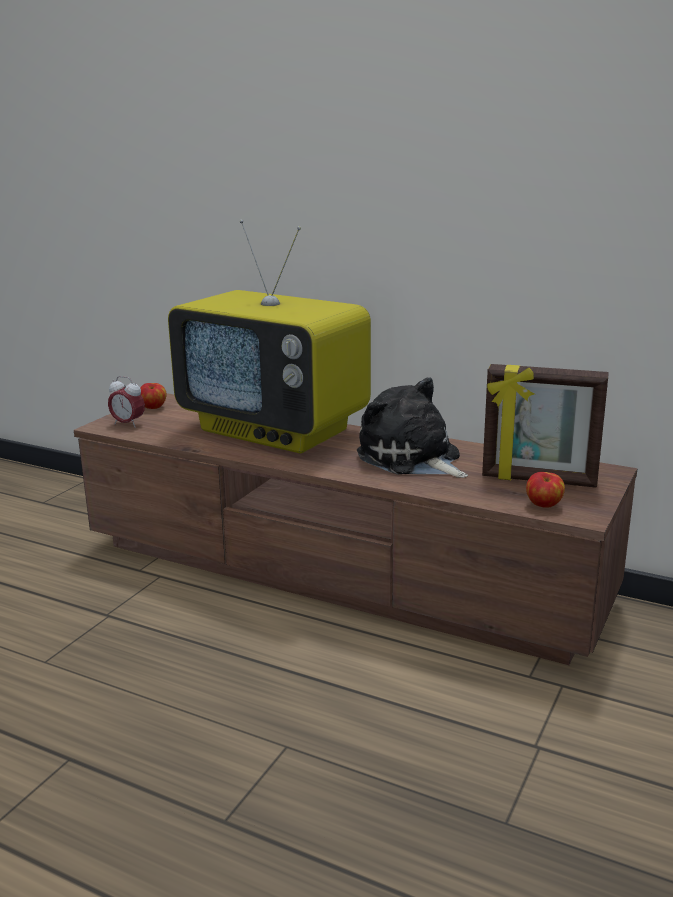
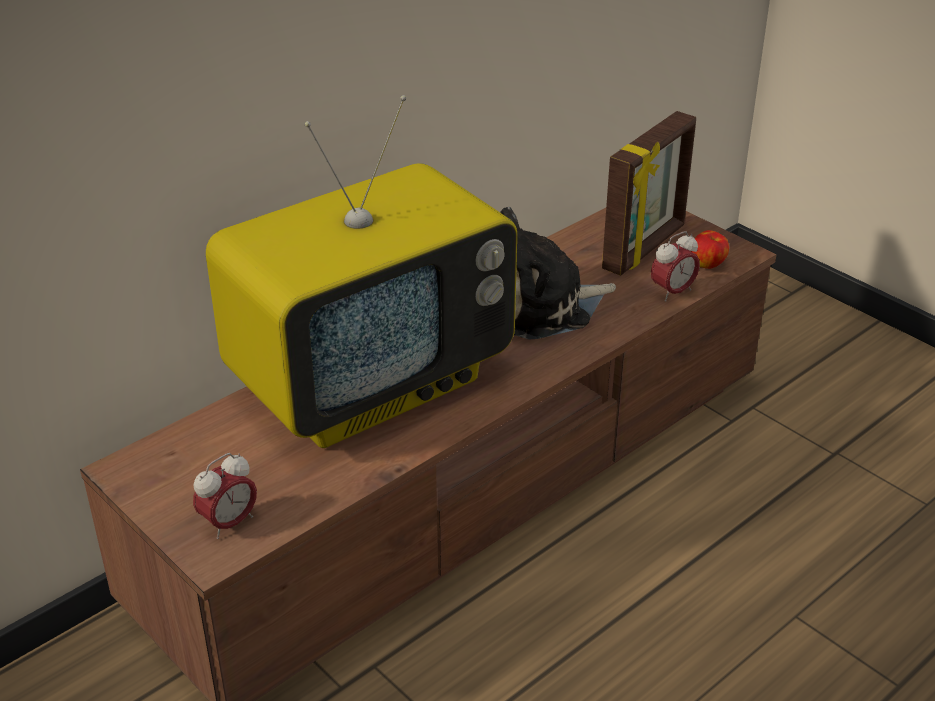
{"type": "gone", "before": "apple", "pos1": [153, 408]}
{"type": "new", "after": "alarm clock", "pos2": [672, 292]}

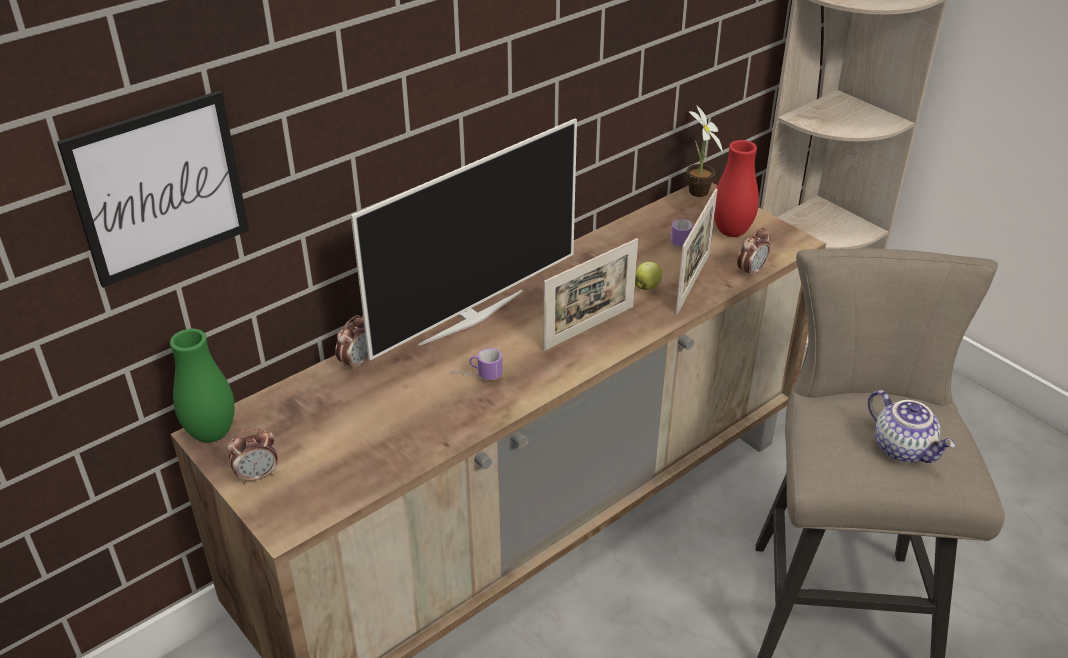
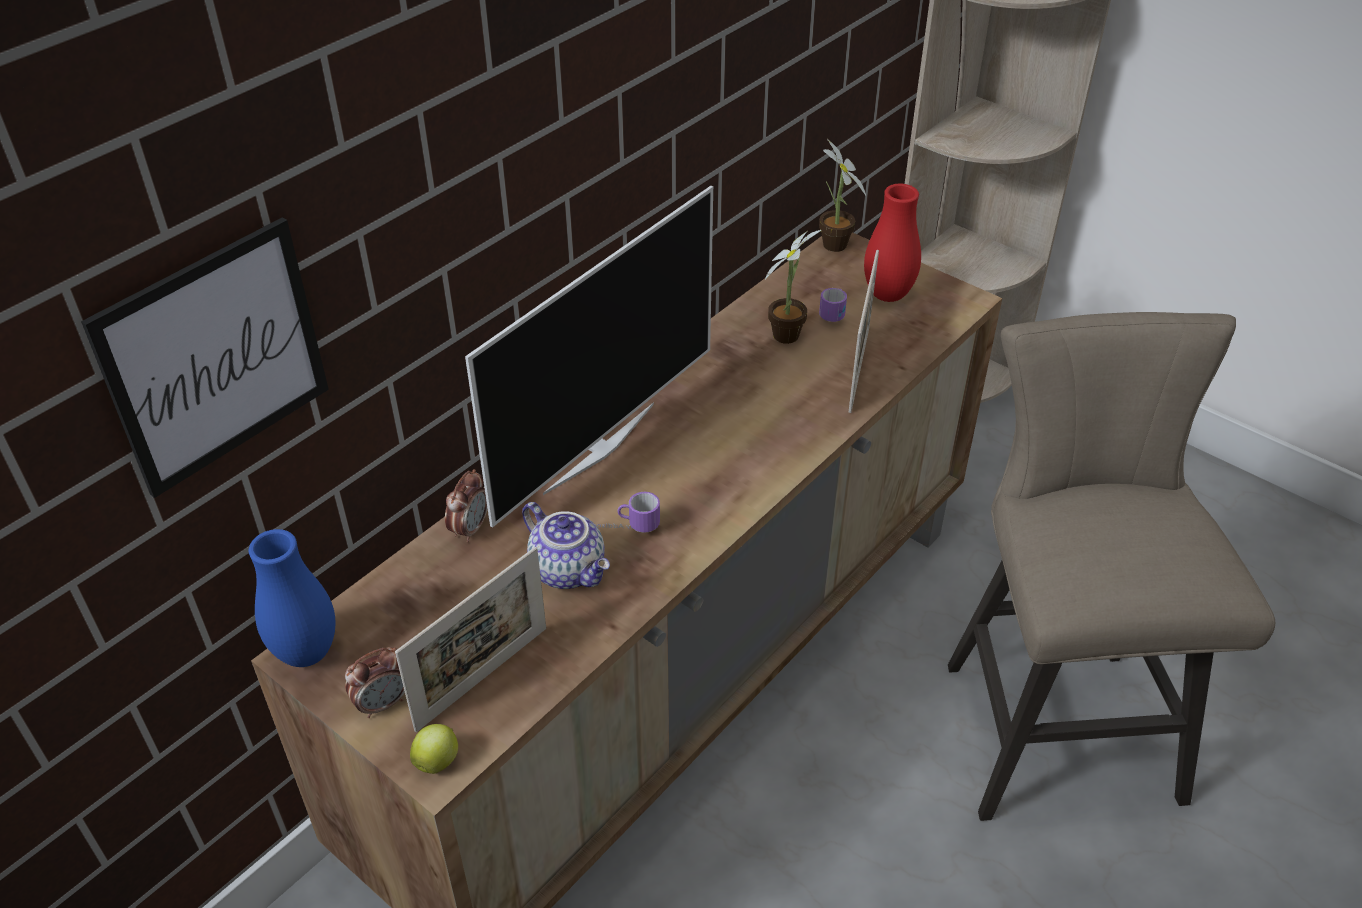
{"type": "repainted", "before": "green vase", "after": "blue vase", "pos1": [212, 433], "pos2": [306, 653]}
{"type": "shifted", "before": "picture frame", "pos1": [589, 327], "pos2": [482, 678]}
{"type": "shifted", "before": "apple", "pos1": [647, 287], "pos2": [437, 760]}
{"type": "gone", "before": "alarm clock", "pos1": [751, 271]}
{"type": "shifted", "before": "teapot", "pos1": [904, 448], "pos2": [570, 569]}
{"type": "new", "after": "potted plant", "pos2": [788, 333]}

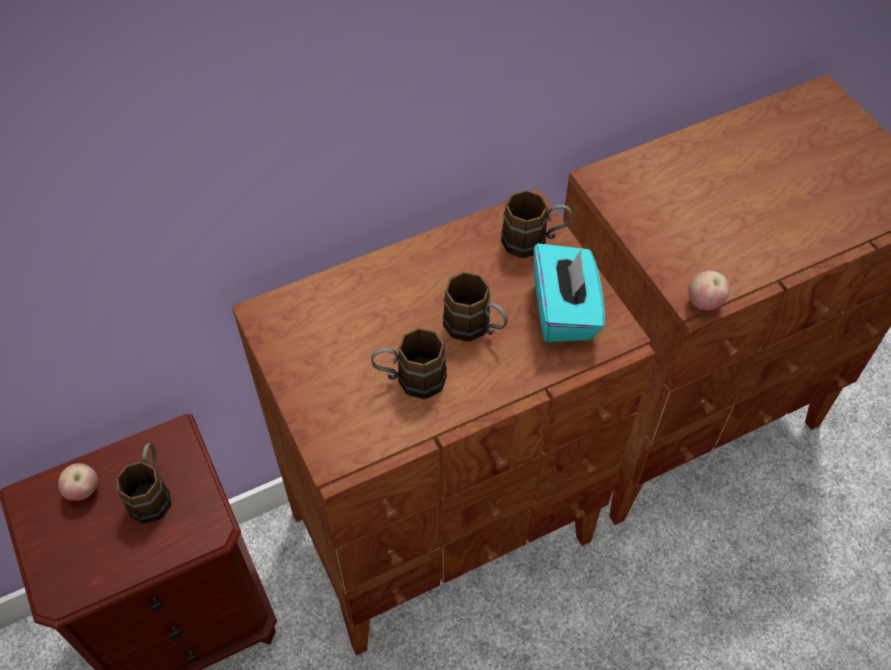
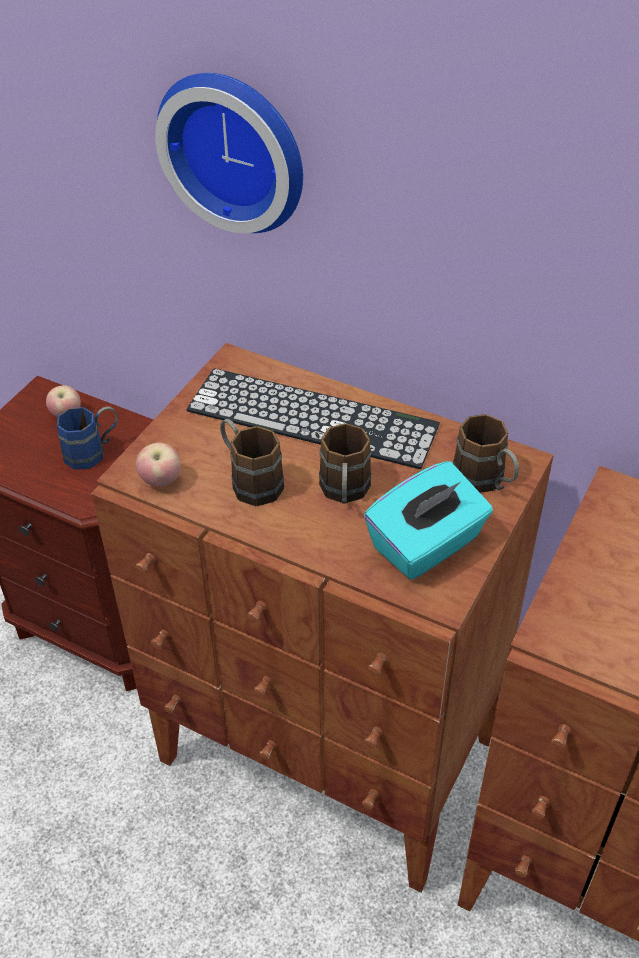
{"type": "repainted", "before": "brown mug", "after": "blue mug", "pos1": [152, 493], "pos2": [93, 452]}
{"type": "shifted", "before": "apple", "pos1": [704, 303], "pos2": [161, 481]}
{"type": "new", "after": "wall clock", "pos2": [236, 149]}
{"type": "new", "after": "keyboard", "pos2": [312, 417]}

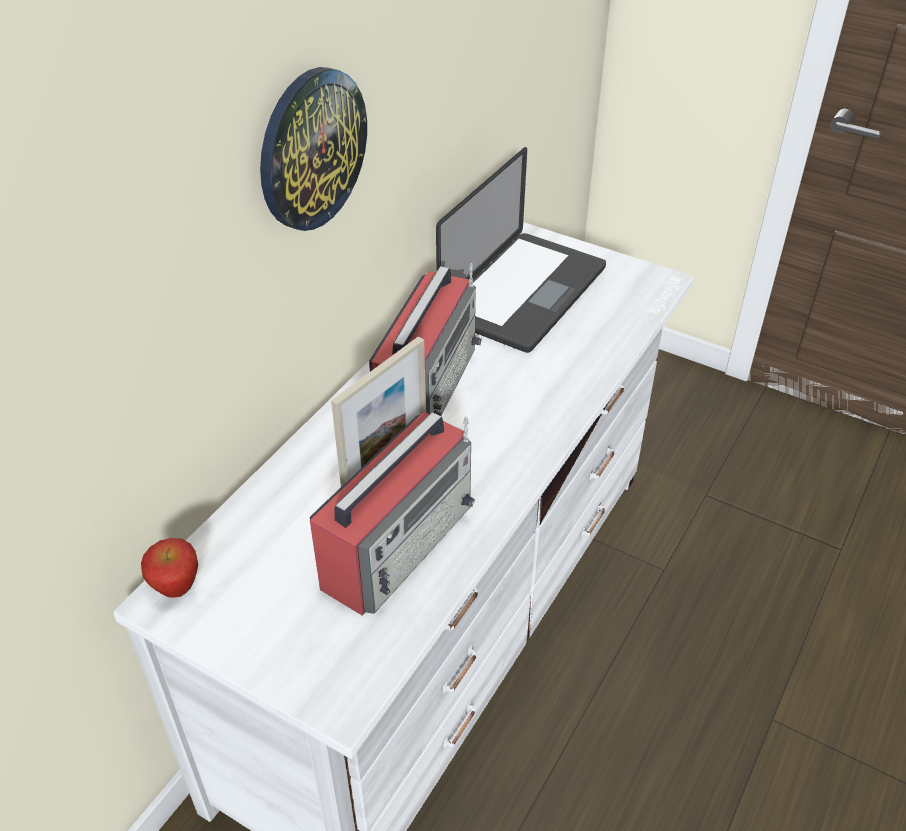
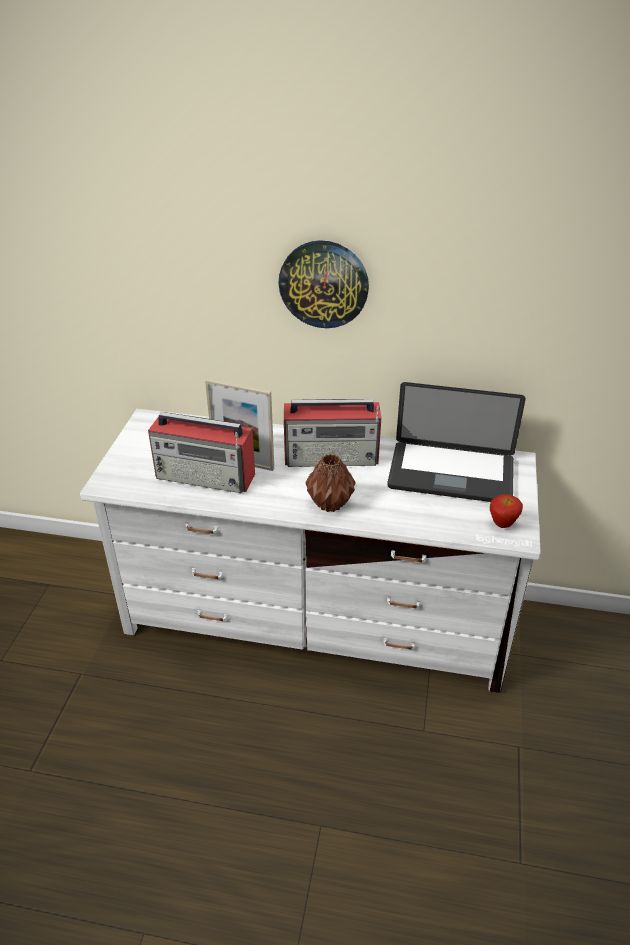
{"type": "shifted", "before": "apple", "pos1": [177, 588], "pos2": [502, 524]}
{"type": "new", "after": "brown vase", "pos2": [329, 504]}

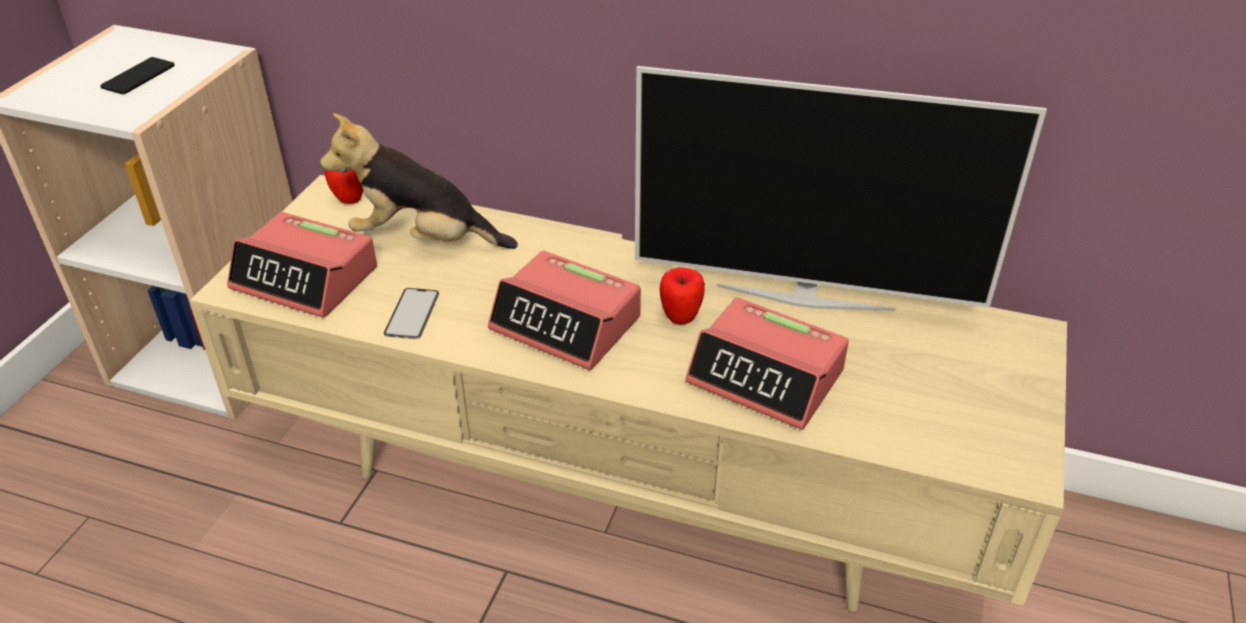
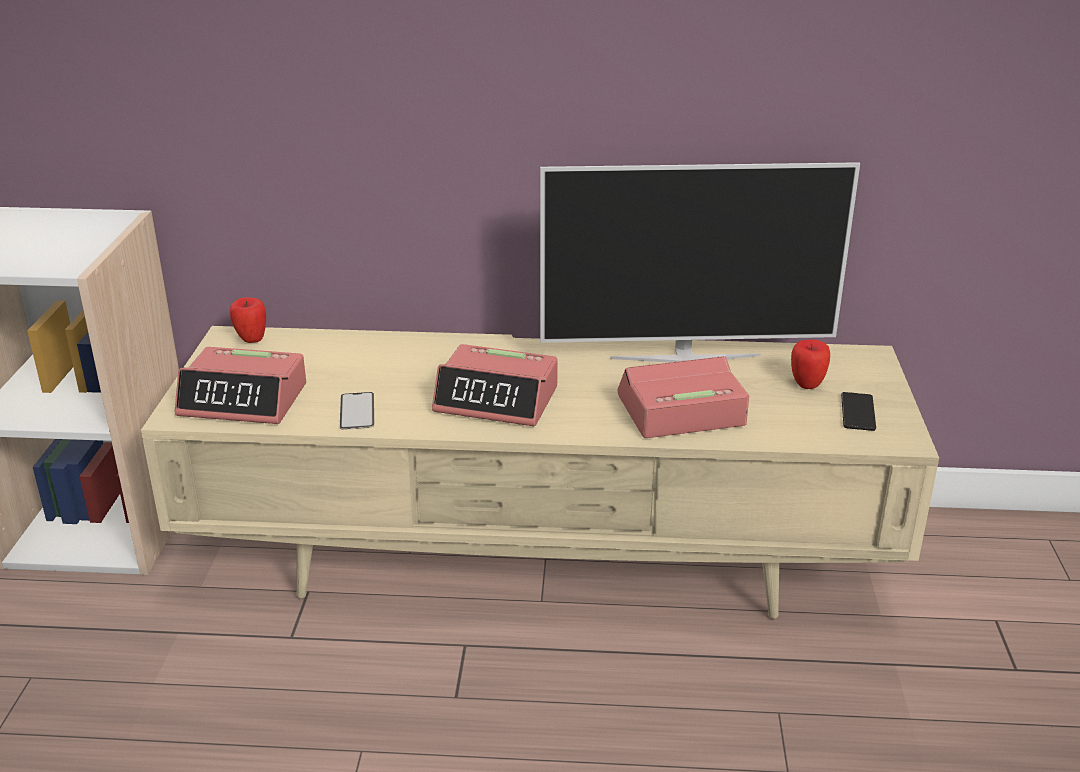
{"type": "shifted", "before": "phone", "pos1": [138, 77], "pos2": [858, 412]}
{"type": "gone", "before": "plush toy", "pos1": [423, 240]}
{"type": "shifted", "before": "apple", "pos1": [680, 317], "pos2": [807, 384]}
{"type": "rotated", "before": "alarm clock", "pos1": [766, 377], "pos2": [680, 411], "turn": 150}

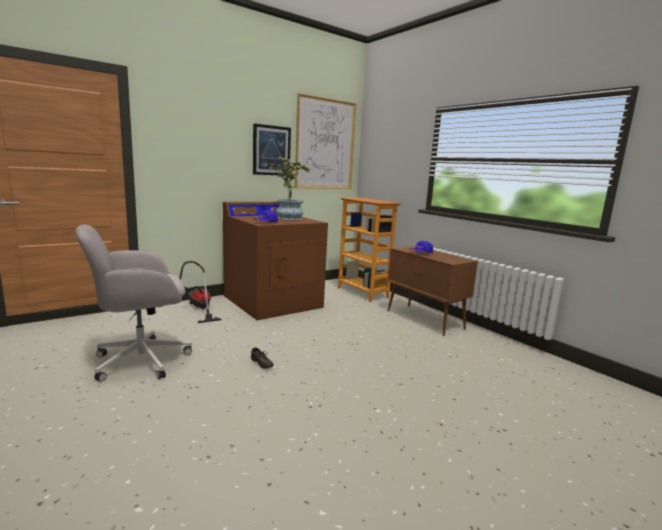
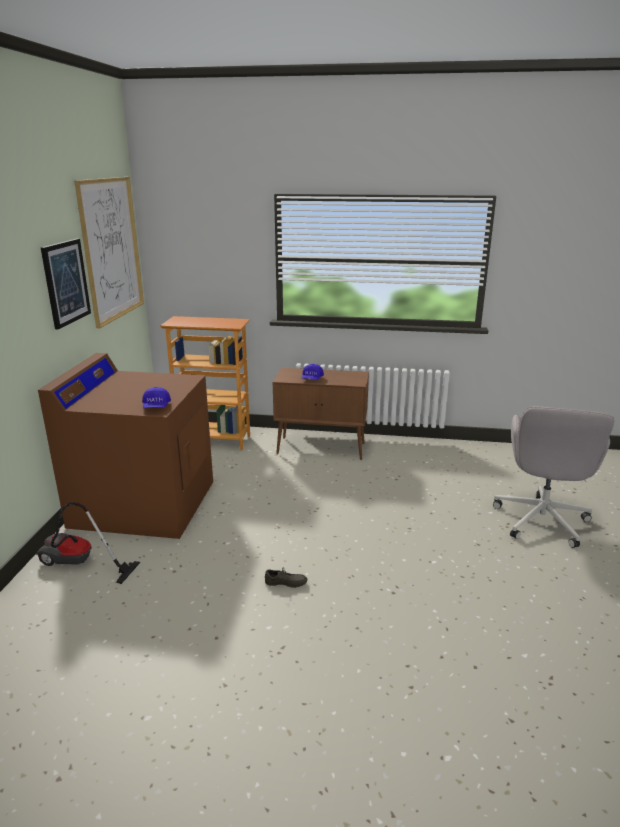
{"type": "shifted", "before": "grey office chair", "pos1": [140, 361], "pos2": [541, 521]}
{"type": "gone", "before": "potted plant", "pos1": [287, 217]}

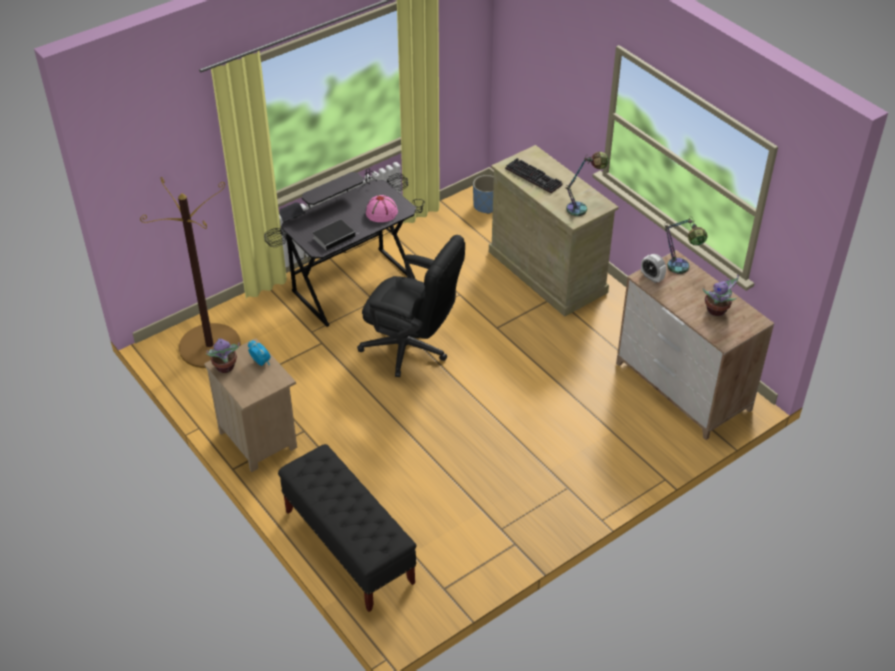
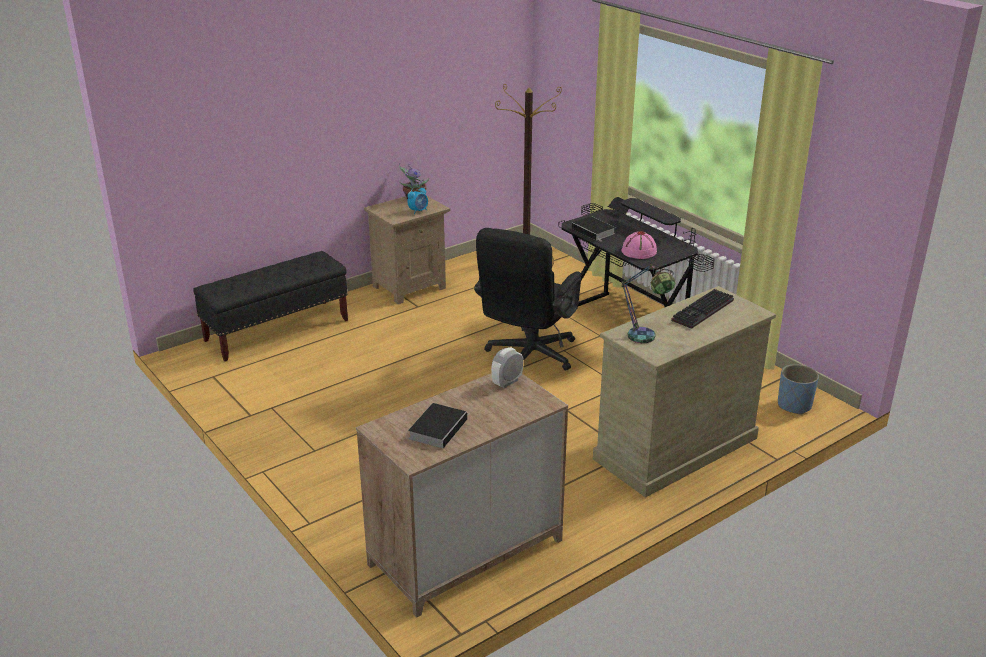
{"type": "gone", "before": "table lamp", "pos1": [680, 271]}
{"type": "swapped", "before": "potted plant", "after": "book", "pos1": [717, 311], "pos2": [438, 428]}

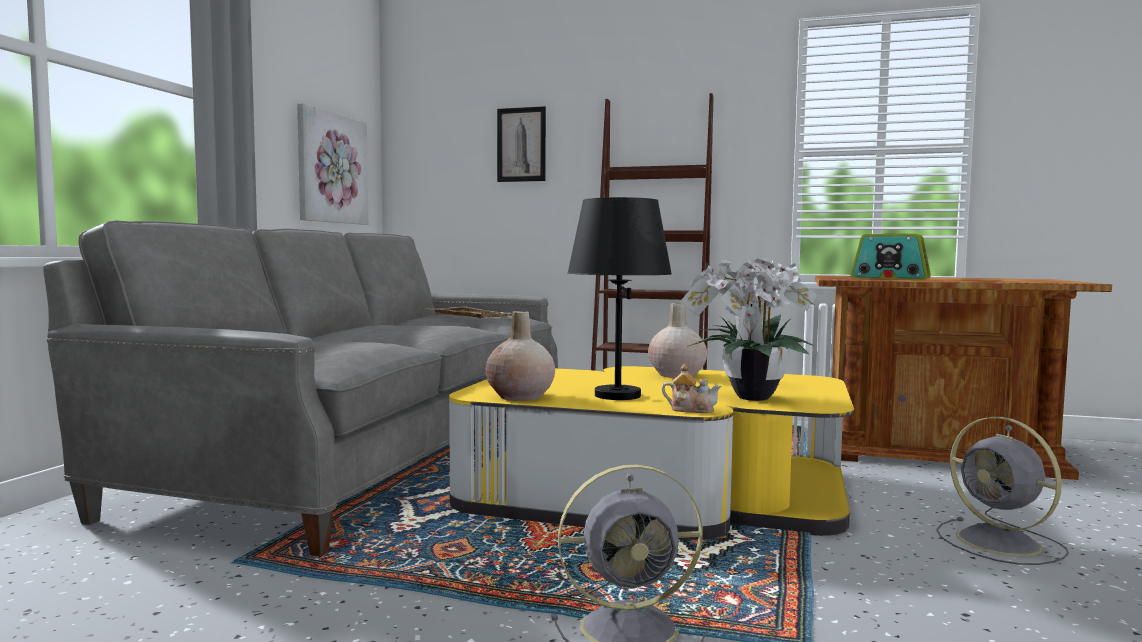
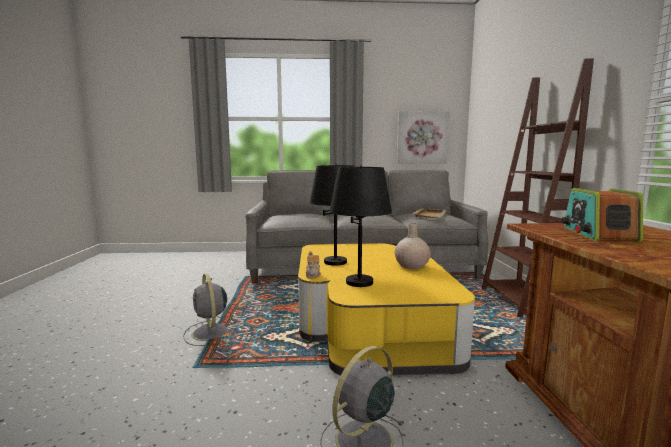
{"type": "gone", "before": "beige vase", "pos1": [520, 397]}
{"type": "gone", "before": "picture", "pos1": [521, 144]}
{"type": "swapped", "before": "potted plant", "after": "black table lamp", "pos1": [748, 397], "pos2": [360, 282]}

